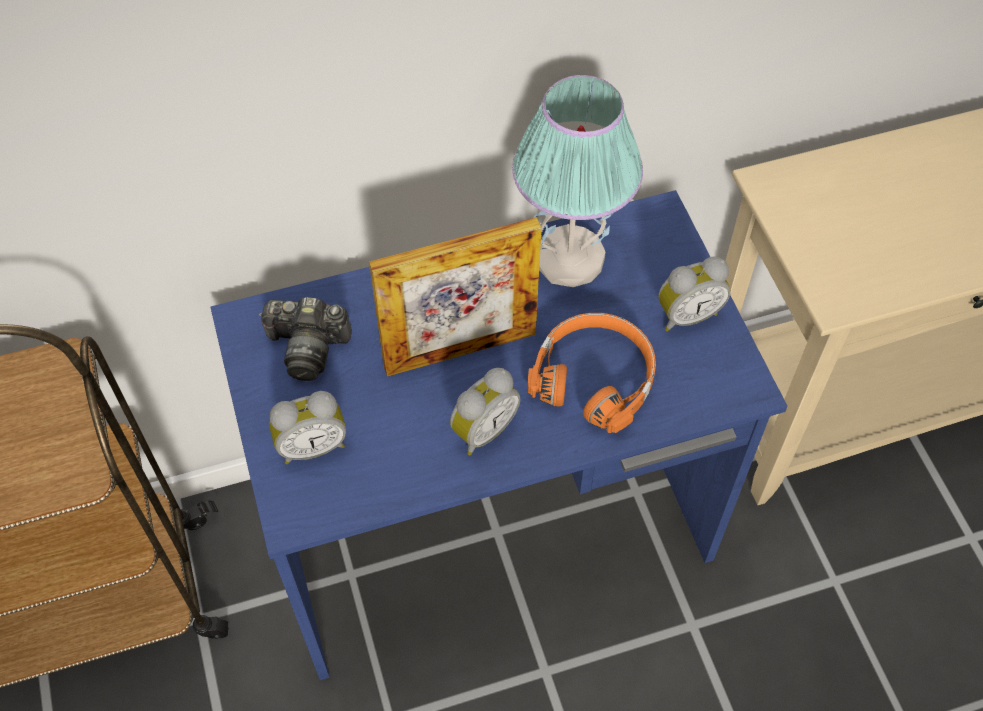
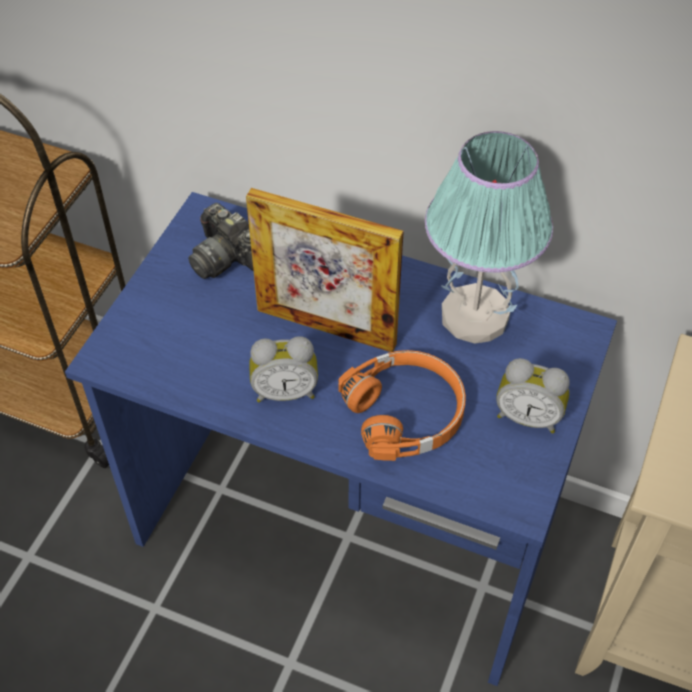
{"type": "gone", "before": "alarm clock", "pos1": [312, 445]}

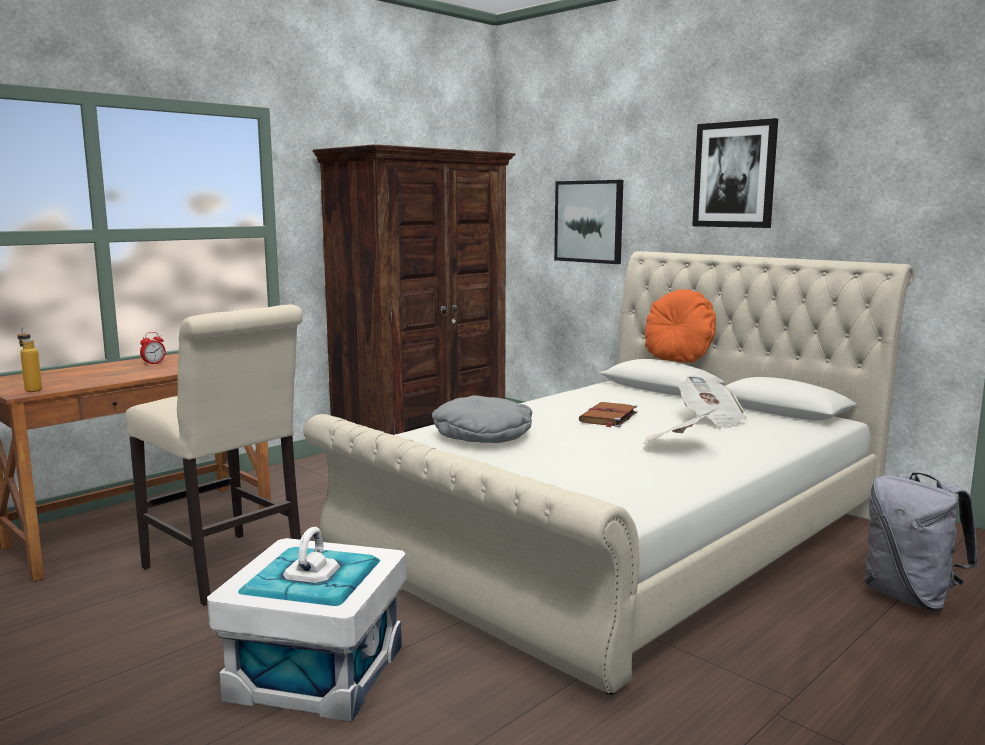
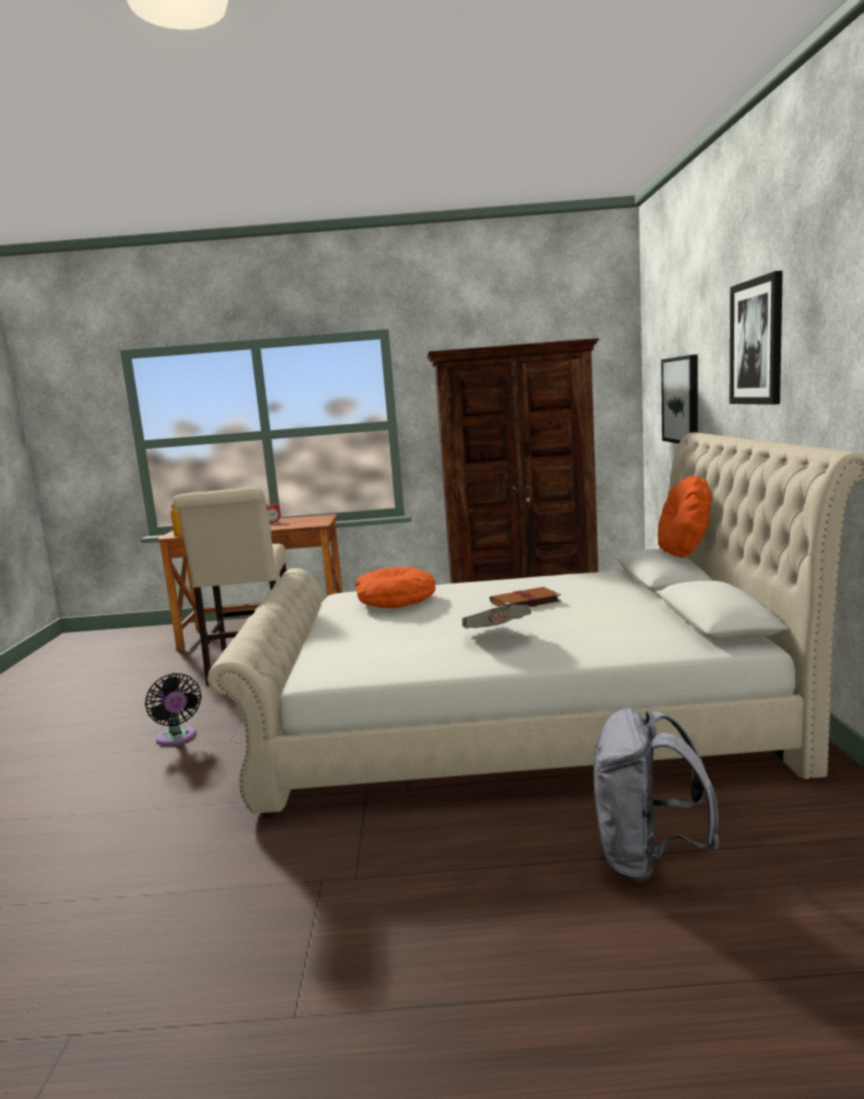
{"type": "swapped", "before": "white storage box", "after": "black fan", "pos1": [315, 672], "pos2": [177, 738]}
{"type": "repainted", "before": "grey pillow", "after": "orange pillow", "pos1": [484, 435], "pos2": [397, 600]}
{"type": "gone", "before": "newspaper", "pos1": [711, 419]}

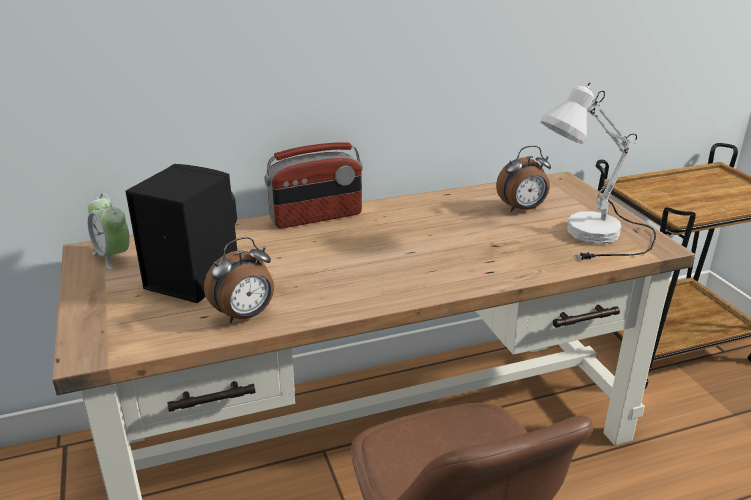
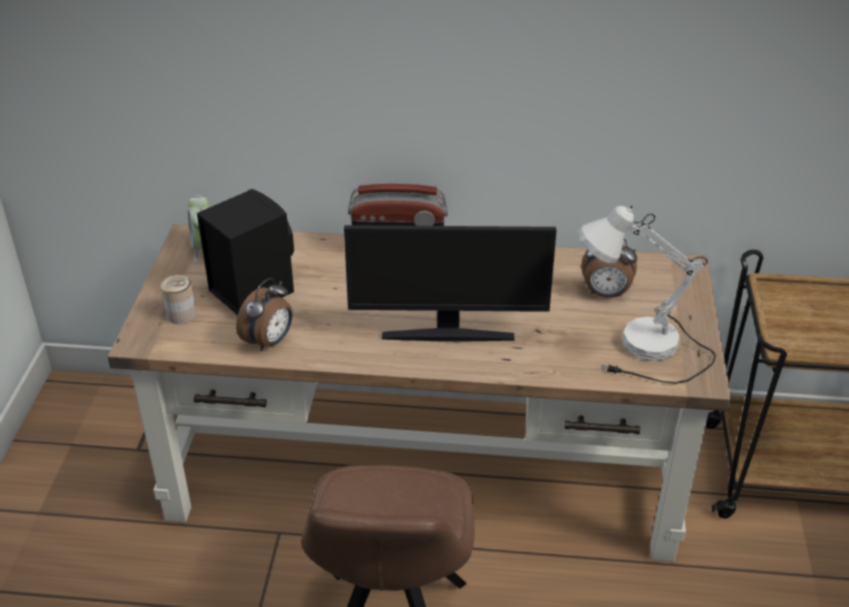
{"type": "rotated", "before": "alarm clock", "pos1": [245, 316], "pos2": [269, 342], "turn": -45}
{"type": "new", "after": "can", "pos2": [181, 314]}
{"type": "new", "after": "monitor", "pos2": [448, 334]}

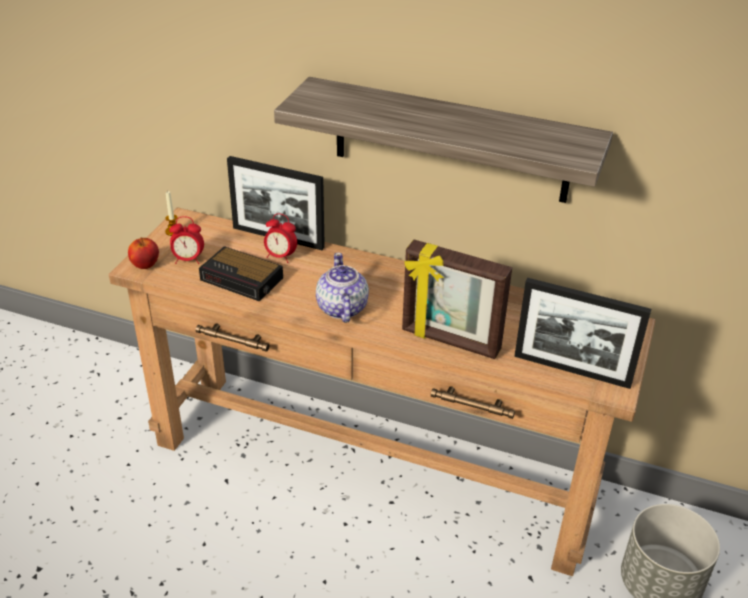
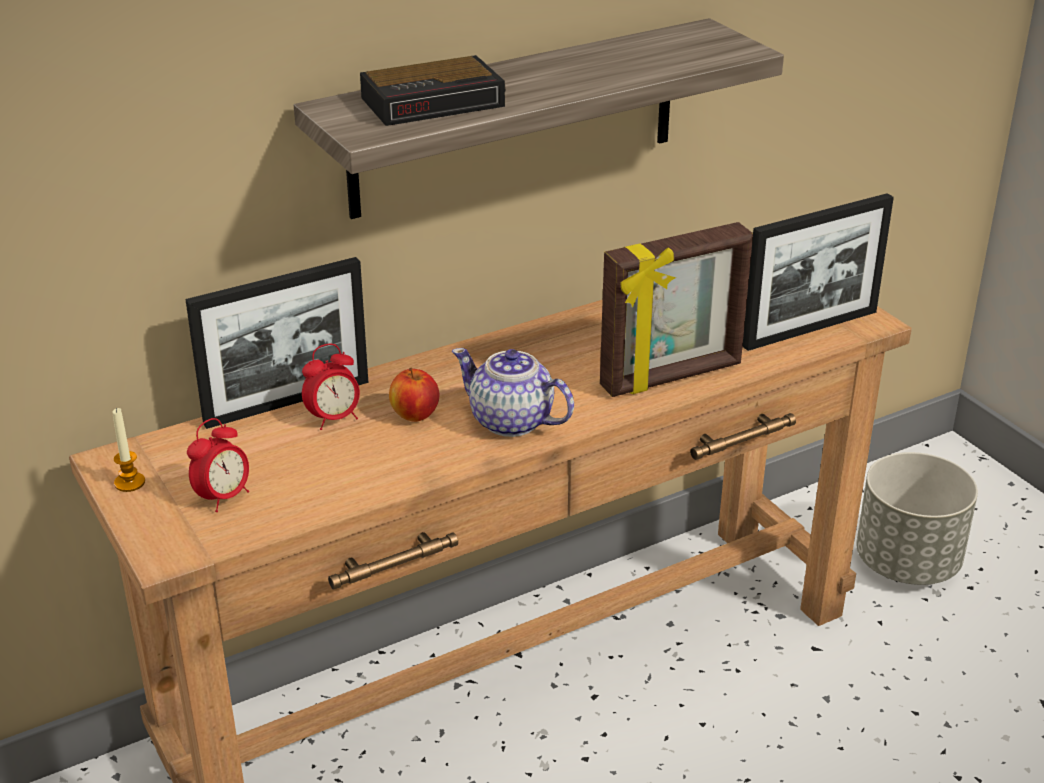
{"type": "shifted", "before": "apple", "pos1": [145, 265], "pos2": [415, 415]}
{"type": "shifted", "before": "alarm clock", "pos1": [243, 279], "pos2": [435, 101]}

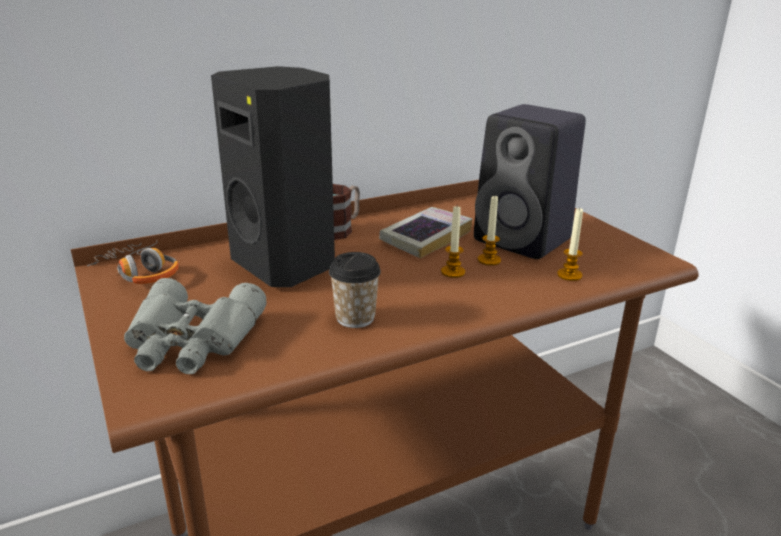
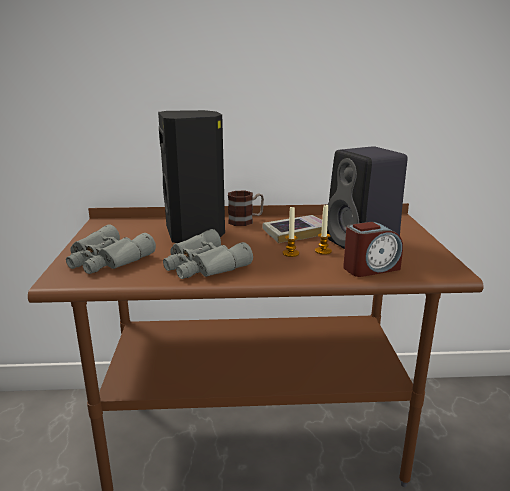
{"type": "gone", "before": "headphones", "pos1": [141, 272]}
{"type": "swapped", "before": "cup", "after": "grey binoculars", "pos1": [355, 318], "pos2": [203, 266]}
{"type": "swapped", "before": "candle", "after": "alarm clock", "pos1": [569, 275], "pos2": [370, 268]}

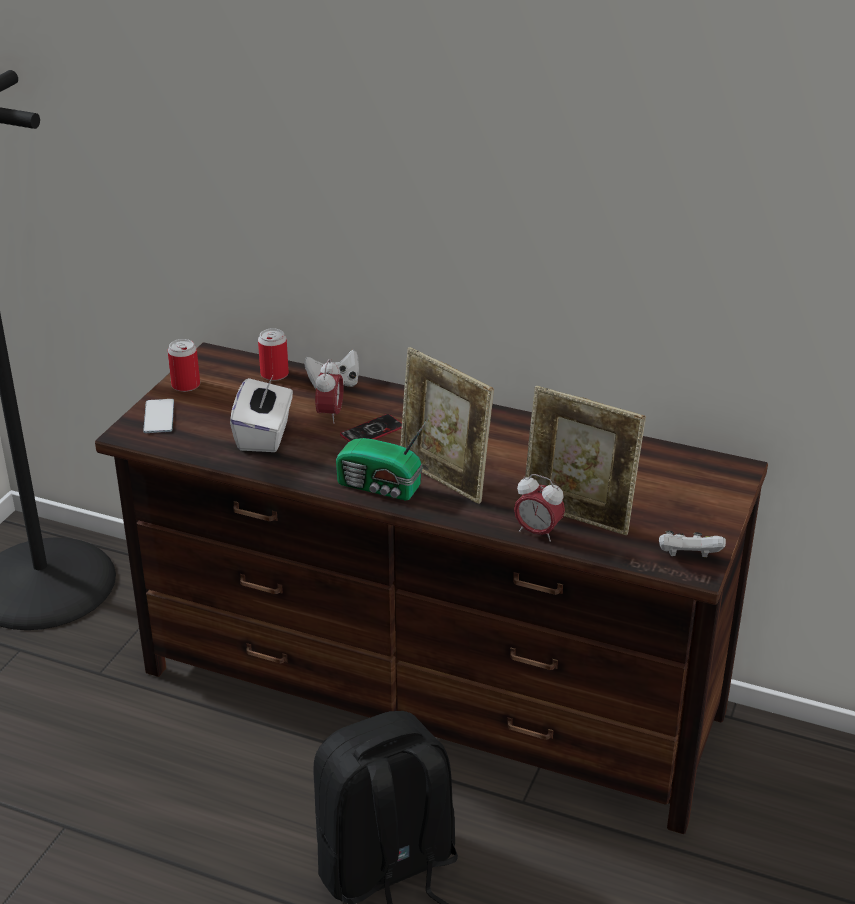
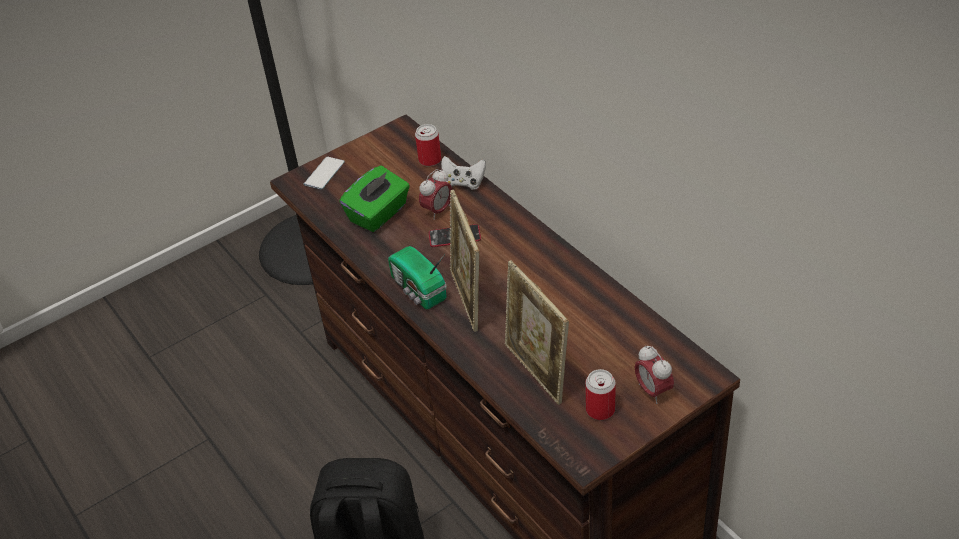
{"type": "shifted", "before": "can", "pos1": [186, 385], "pos2": [600, 410]}
{"type": "repainted", "before": "white tissue box", "after": "green tissue box", "pos1": [264, 435], "pos2": [379, 214]}
{"type": "shifted", "before": "alarm clock", "pos1": [537, 532], "pos2": [653, 391]}
{"type": "gone", "before": "white game controller", "pos1": [688, 557]}

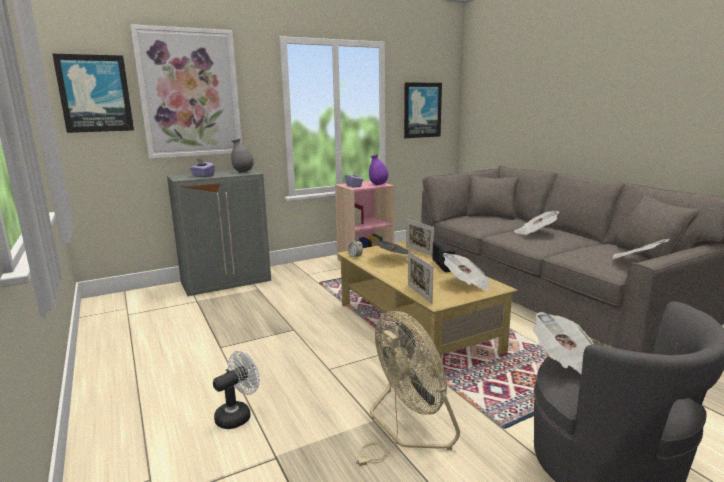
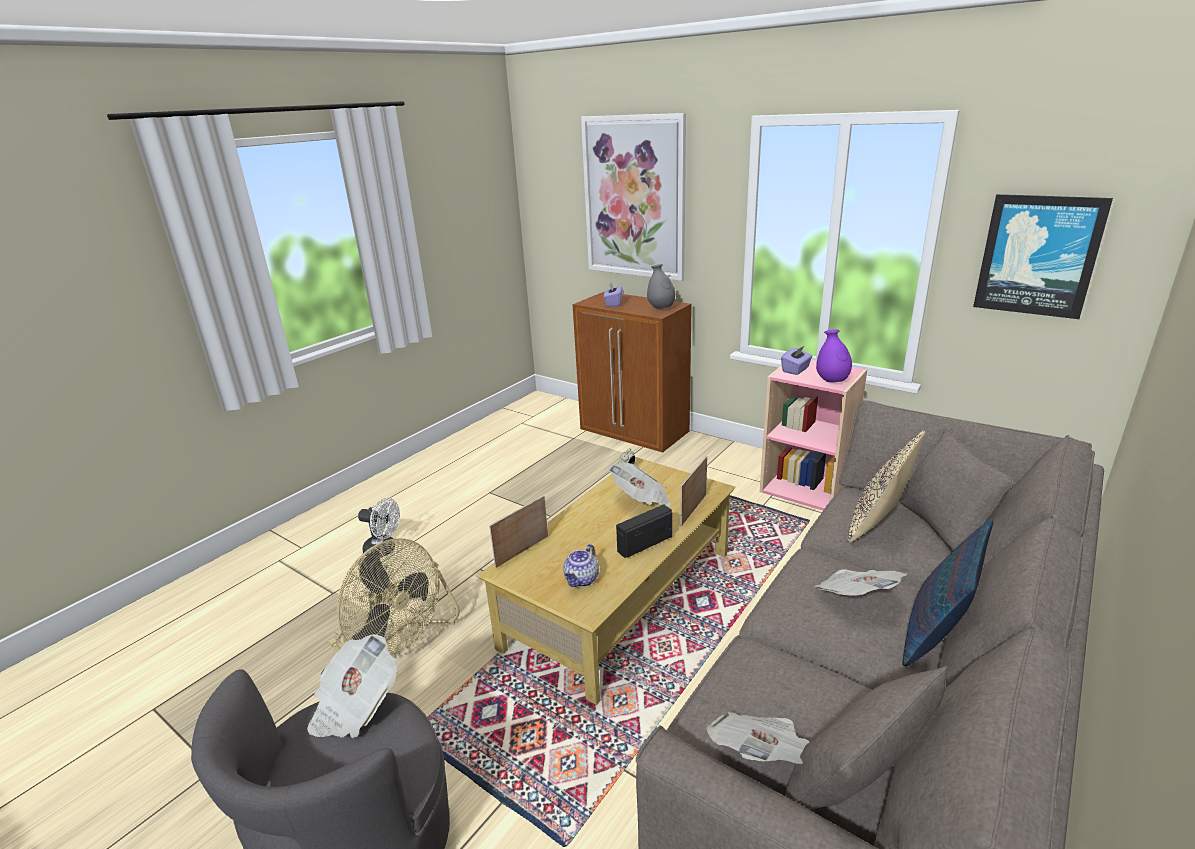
{"type": "gone", "before": "picture", "pos1": [95, 94]}
{"type": "repainted", "before": "grey cabinet", "after": "brown cabinet", "pos1": [226, 281], "pos2": [634, 430]}
{"type": "swapped", "before": "newspaper", "after": "teapot", "pos1": [466, 284], "pos2": [581, 580]}
{"type": "new", "after": "beige pillow", "pos2": [878, 524]}
{"type": "new", "after": "blue pillow", "pos2": [935, 635]}

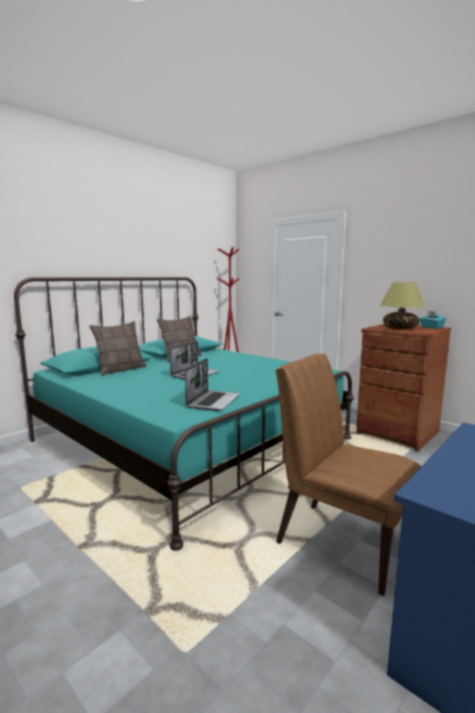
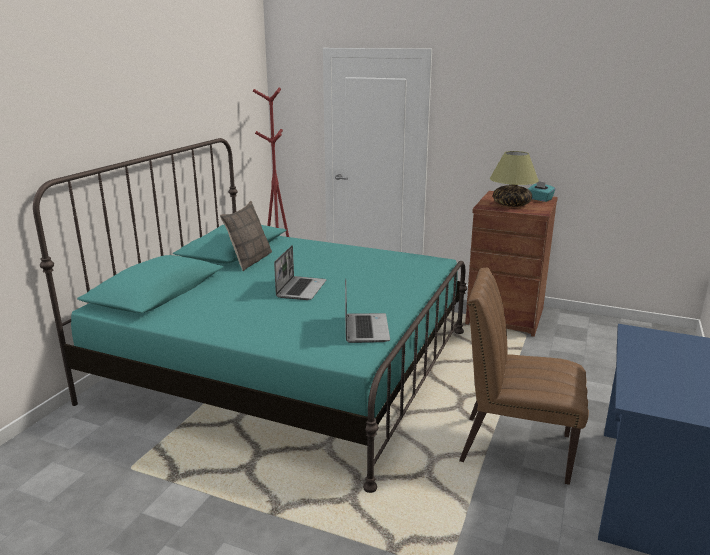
{"type": "gone", "before": "pillow", "pos1": [120, 369]}

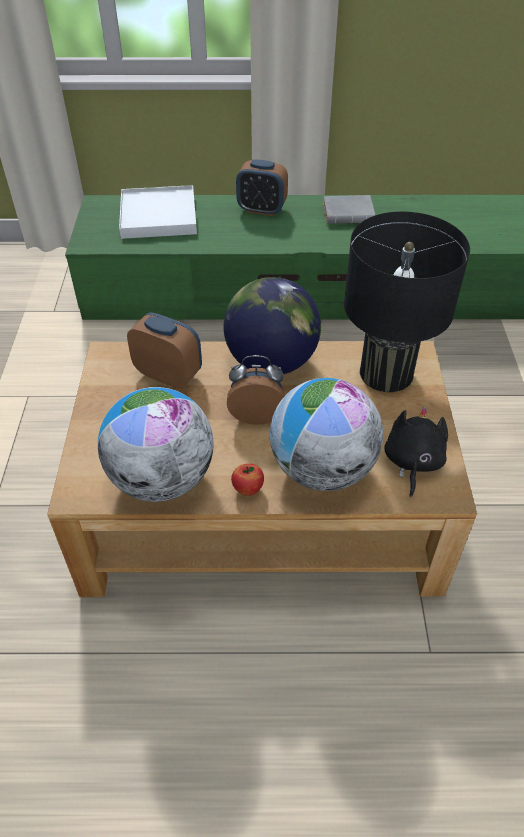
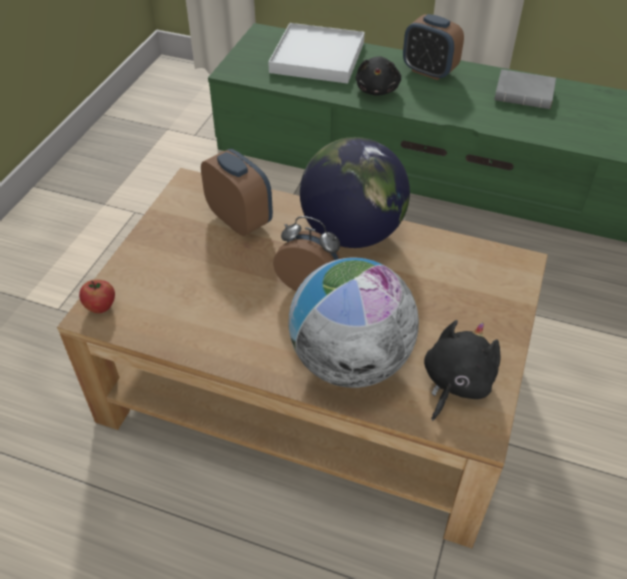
{"type": "gone", "before": "globe", "pos1": [162, 479]}
{"type": "shifted", "before": "apple", "pos1": [247, 489], "pos2": [101, 307]}
{"type": "gone", "before": "black table lamp", "pos1": [386, 373]}
{"type": "new", "after": "black plush toy", "pos2": [377, 89]}

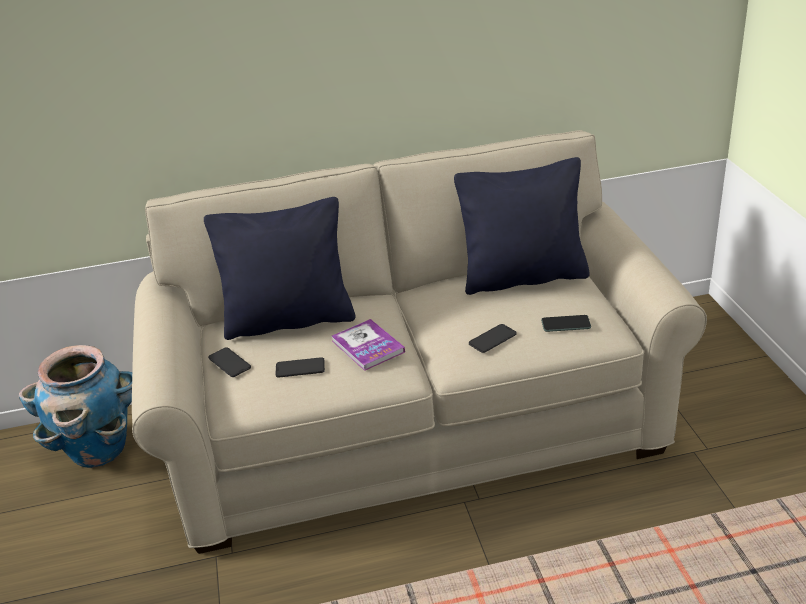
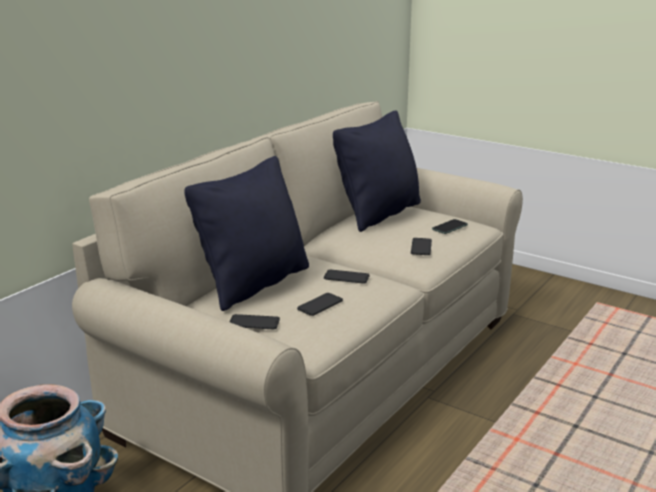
{"type": "swapped", "before": "book", "after": "phone", "pos1": [368, 346], "pos2": [346, 277]}

